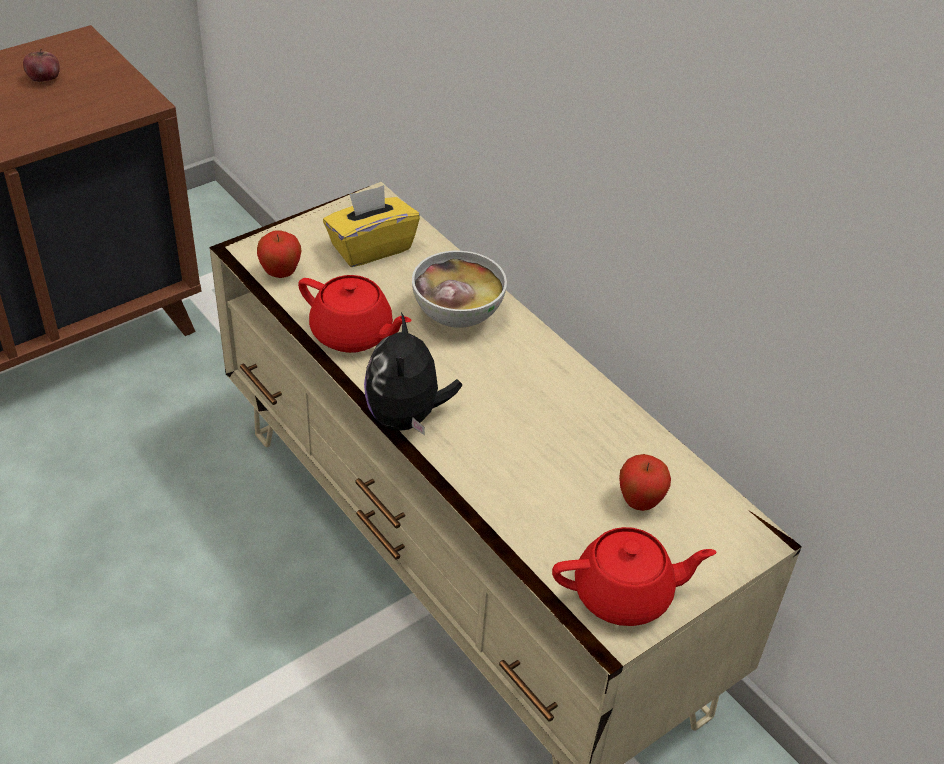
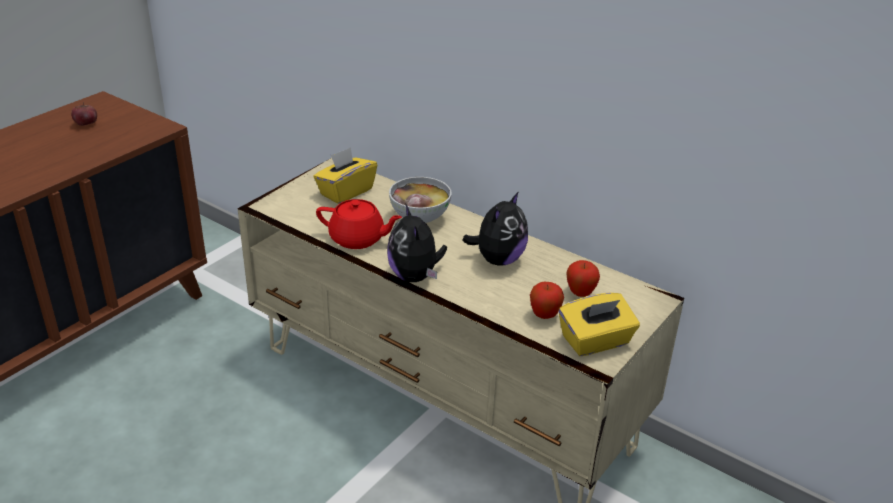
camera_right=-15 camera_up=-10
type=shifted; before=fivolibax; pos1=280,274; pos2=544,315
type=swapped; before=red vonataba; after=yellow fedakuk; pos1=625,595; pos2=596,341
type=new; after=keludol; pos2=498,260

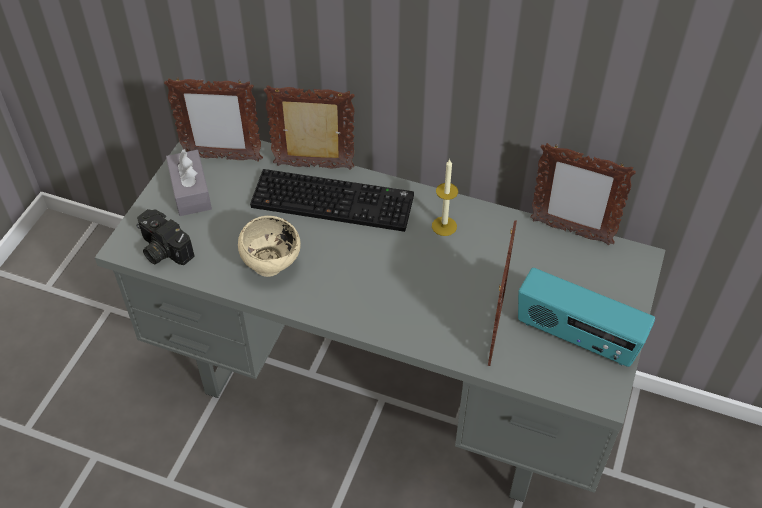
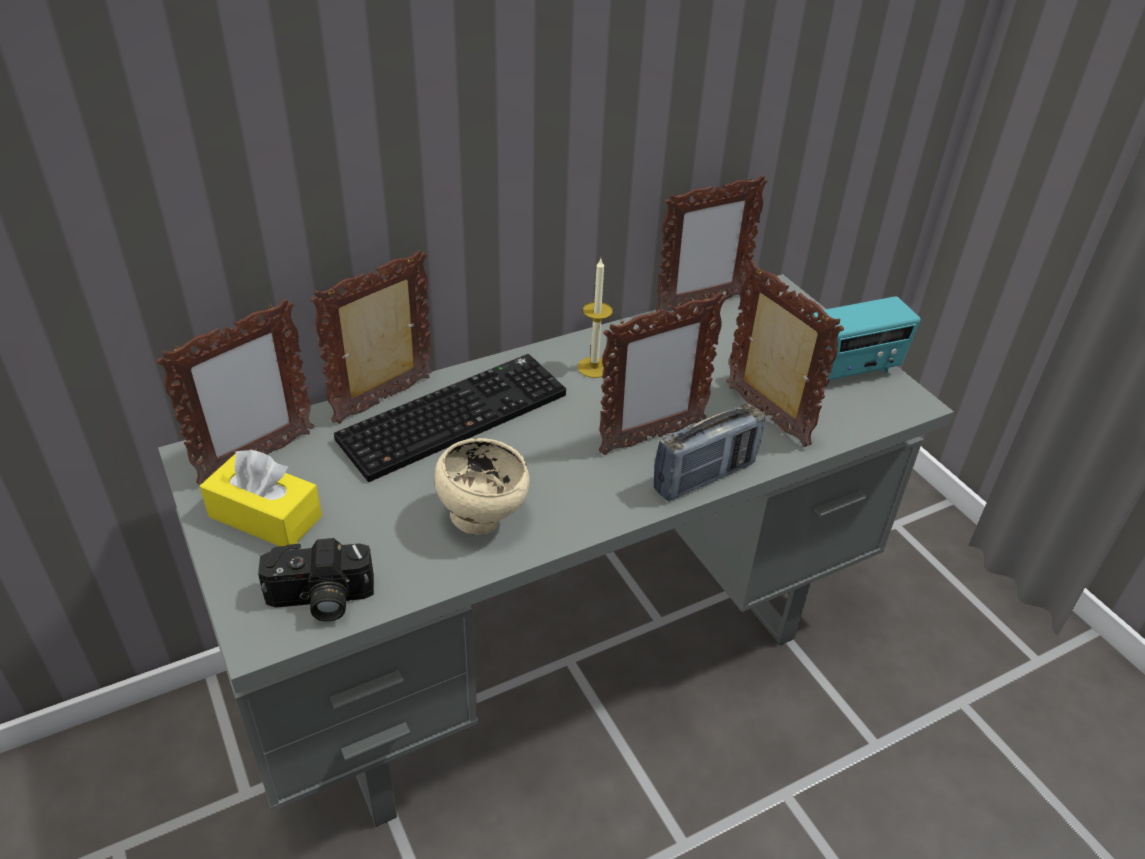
camera_right=-50 camera_up=-10
type=repainted; before=grey fedakuk; after=yellow fedakuk; pos1=190,191; pos2=265,516
type=new; after=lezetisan; pos2=651,438
type=new; after=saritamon; pos2=704,477

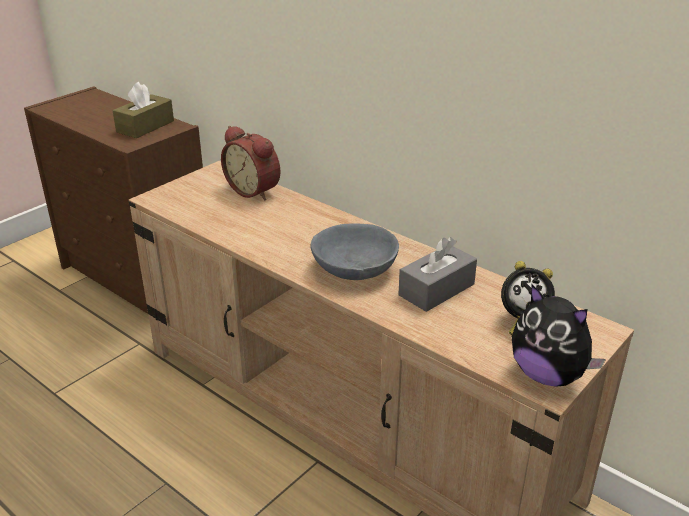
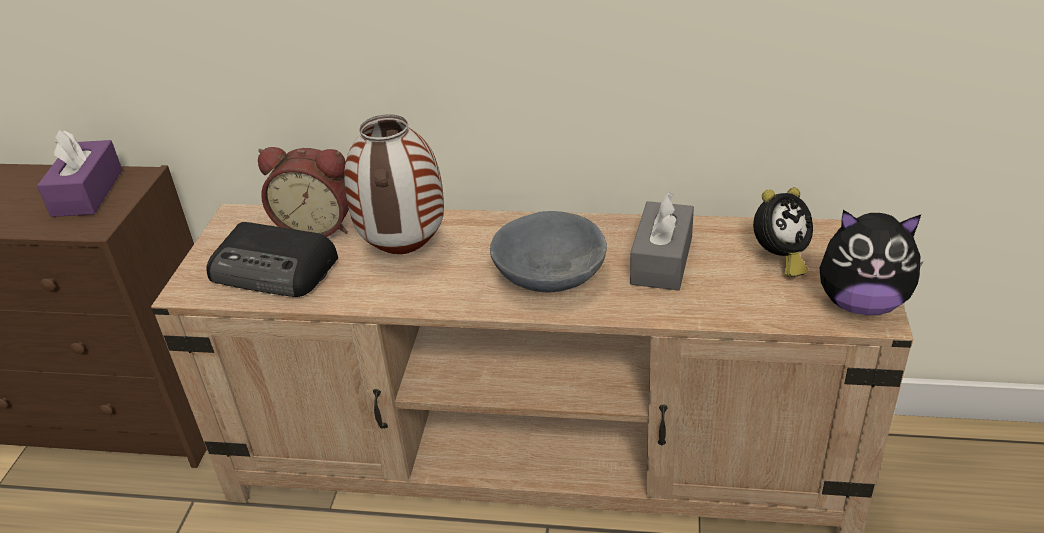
camera_right=-30 camera_up=5
type=repainted; before=brown fedakuk; after=purple fedakuk; pos1=145,126; pos2=87,193
type=new; after=saritamon; pos2=275,270
type=new; after=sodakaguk; pos2=405,252

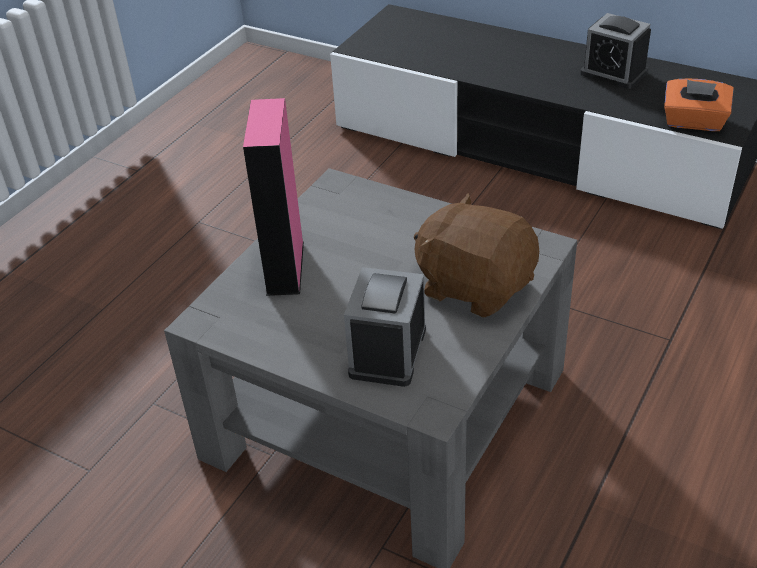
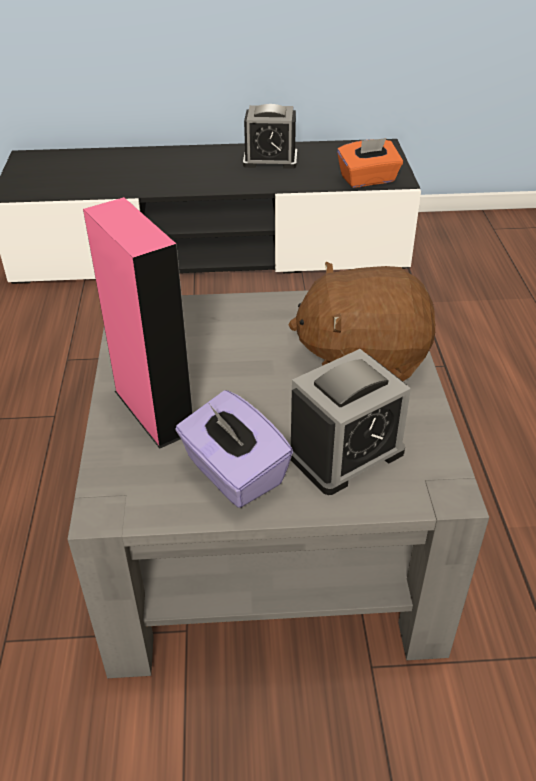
camera_right=-35 camera_up=0
type=rotated; before=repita; pos1=388,351; pos2=345,452; turn=-105
type=new; after=purple fedakuk; pos2=233,473

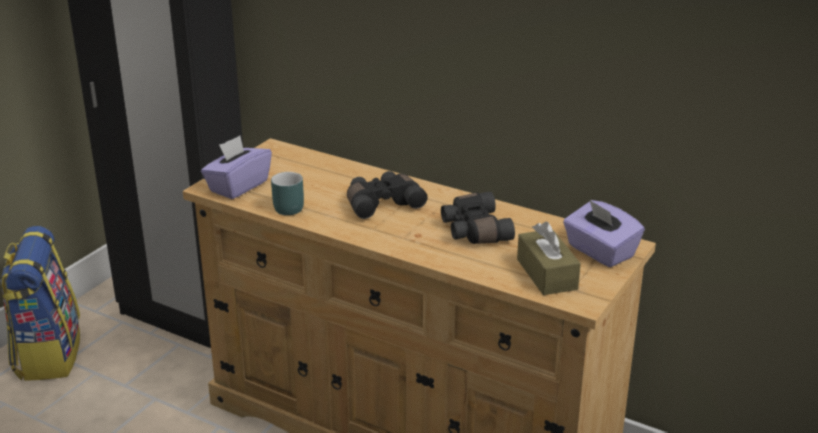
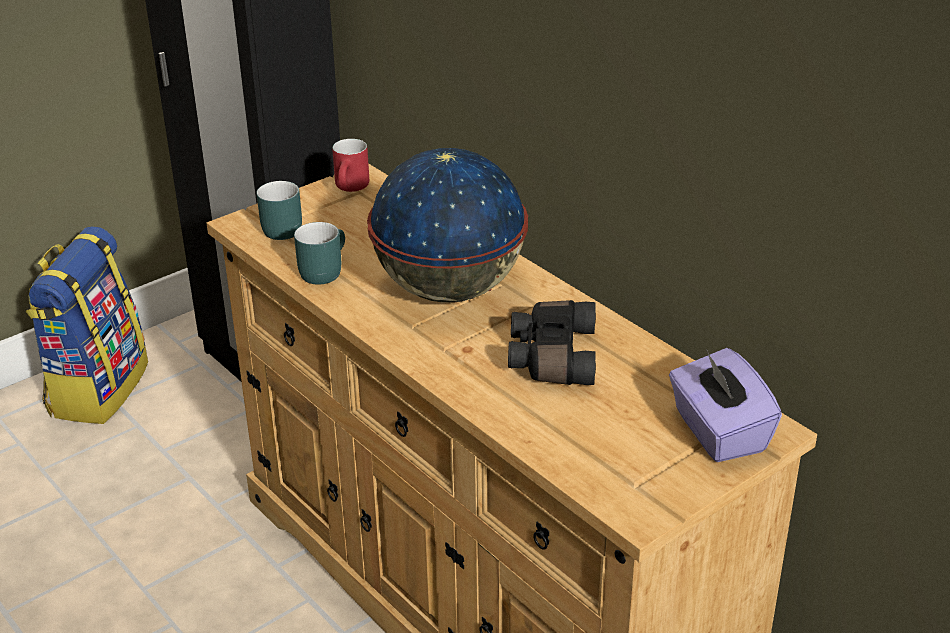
camera_right=20 camera_up=5
type=swapped; before=purple fedakuk; after=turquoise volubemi; pos1=238,186; pos2=278,228
type=swapped; before=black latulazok; after=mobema; pos1=382,203; pos2=450,289
type=gone; before=brown fedakuk; pos1=546,274
type=new; after=red volubemi; pos2=352,189

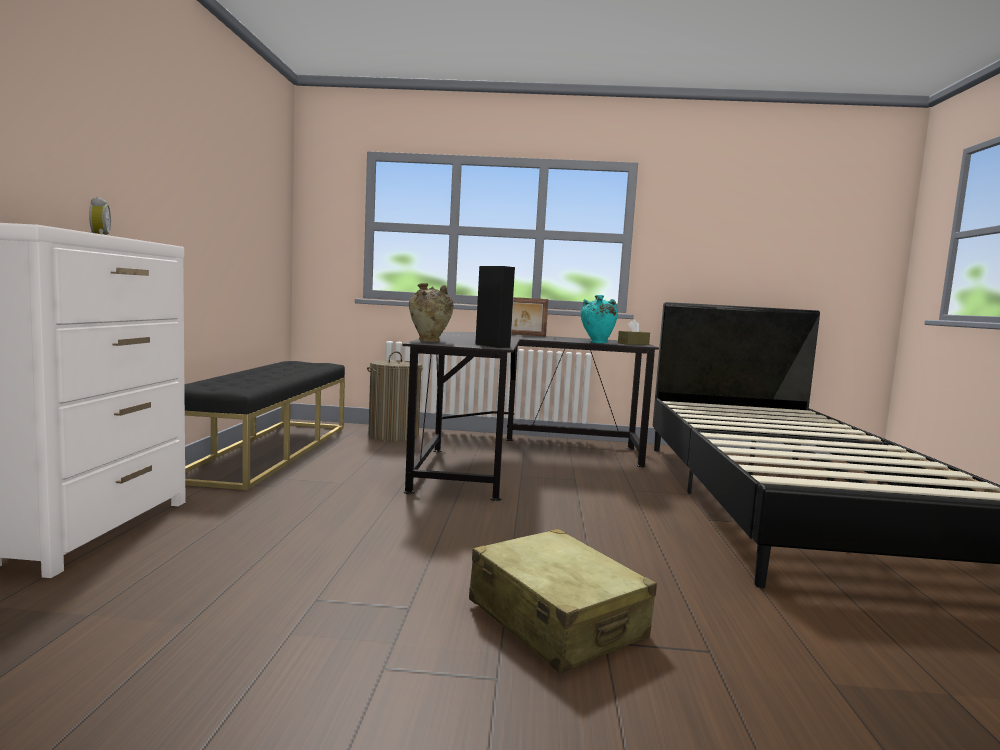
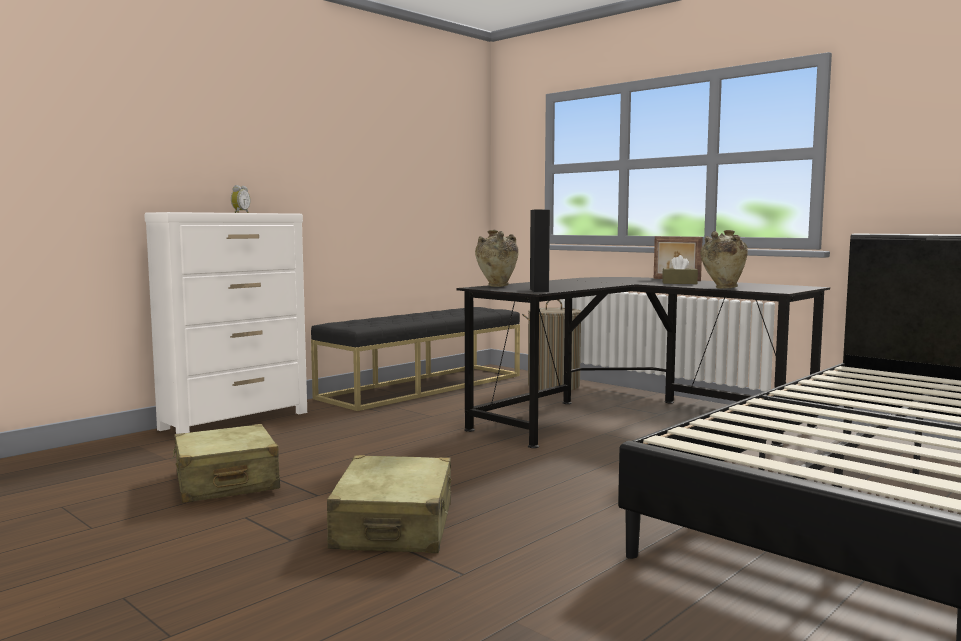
camera_right=40 camera_up=0
type=repainted; before=turquoise sodakaguk; after=beige sodakaguk; pos1=597,342; pos2=722,288
type=shifted; before=brown fedakuk; pos1=633,344; pos2=679,283
type=new; after=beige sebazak; pos2=226,483

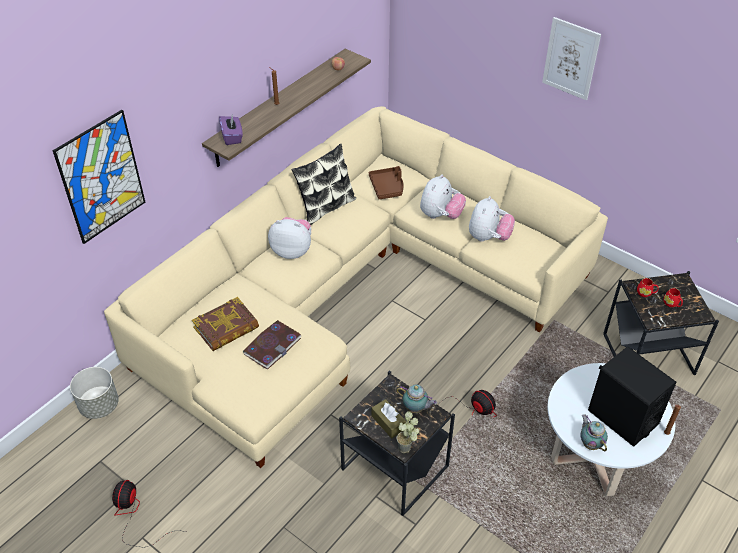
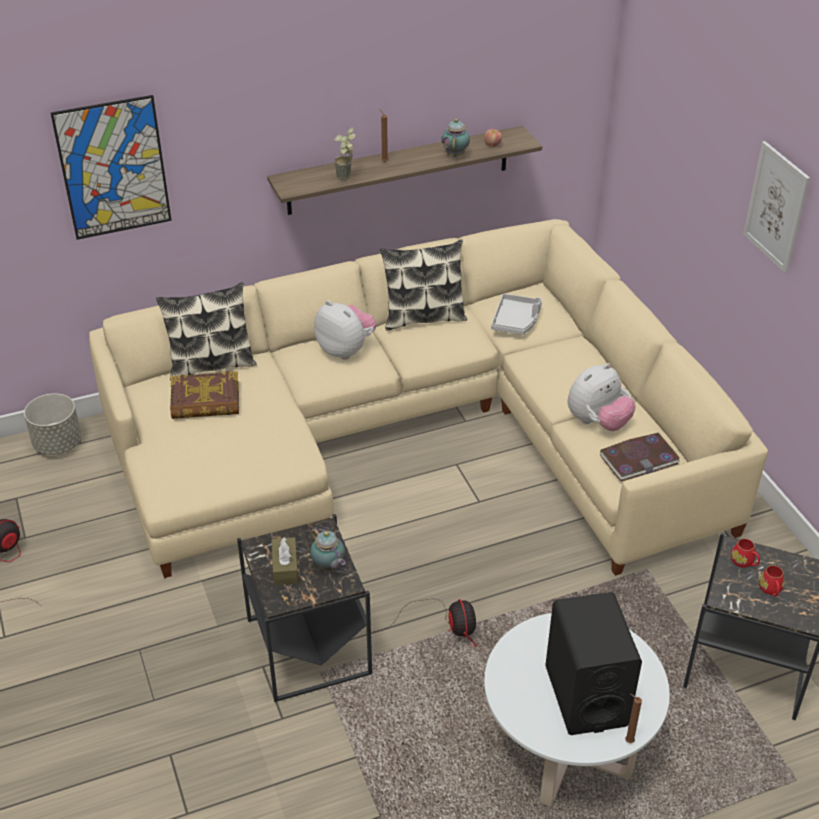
camera_right=30 camera_up=-5
type=gone; before=purple fedakuk; pos1=232,137
type=shifted; before=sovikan; pos1=272,346; pos2=639,459
type=repainted; before=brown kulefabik; after=grey kulefabik; pos1=387,187; pos2=516,321
type=shifted; before=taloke; pos1=408,449; pos2=346,179
type=gone; before=keludol; pos1=440,215
type=shifted; before=vonataba; pos1=590,443; pos2=455,154
type=new; after=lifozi; pos2=211,364

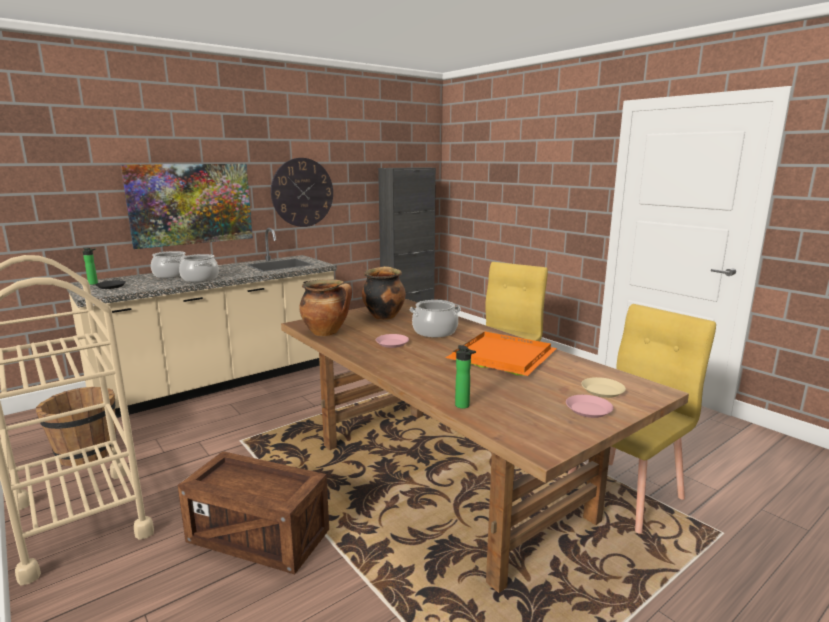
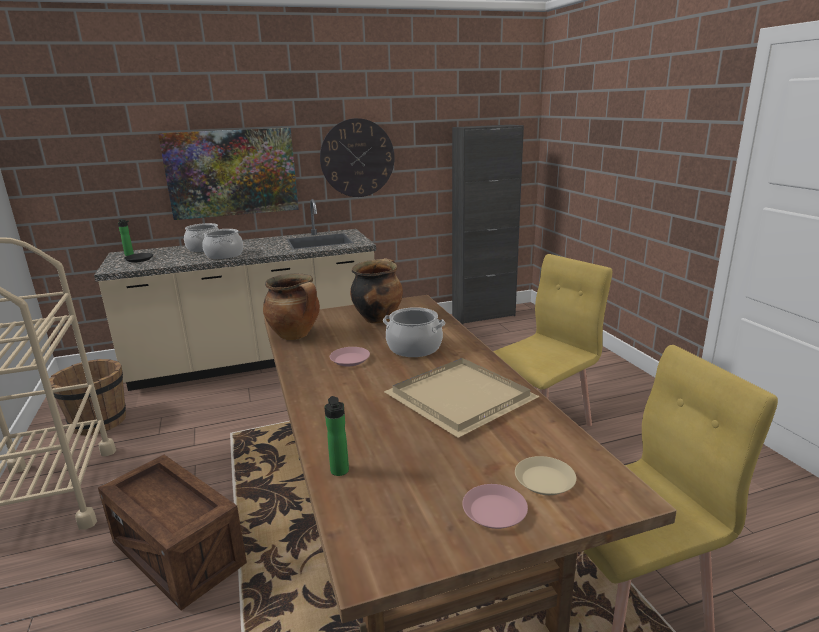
camera_right=20 camera_up=5
type=repainted; before=orange kulefabik; after=beige kulefabik; pos1=503,357; pos2=460,400

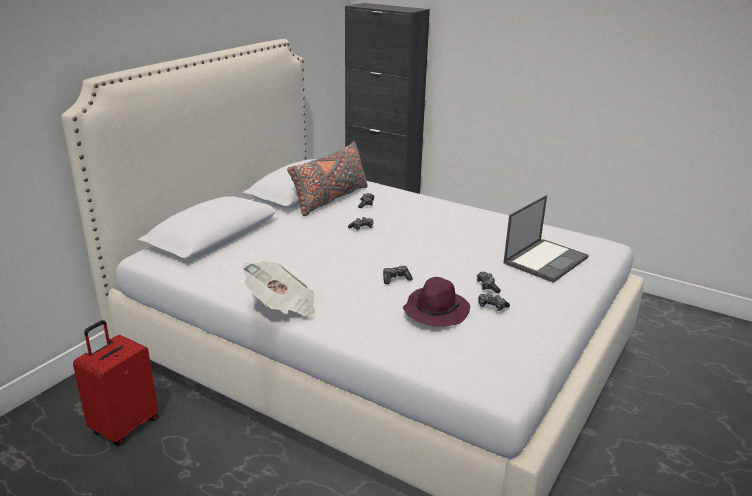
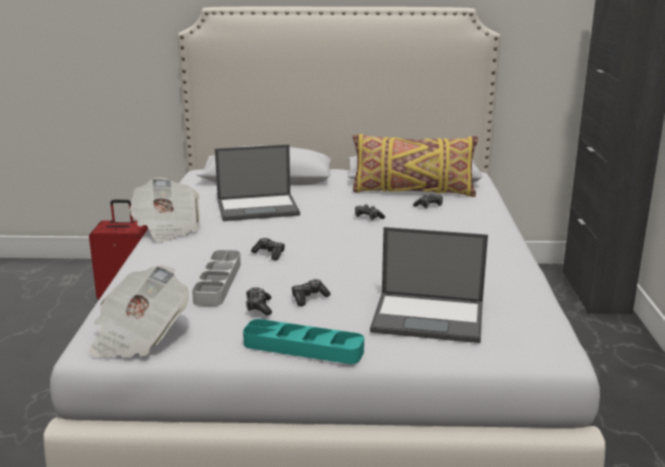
camera_right=60 camera_up=-5
type=repainted; before=grey lifozi; after=yellow lifozi; pos1=330,200; pos2=412,192
type=swapped; before=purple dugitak; after=grey kulefabik; pos1=435,310; pos2=218,282
type=new; after=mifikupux; pos2=138,337
type=new; after=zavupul; pos2=259,208
type=new; after=turquoise kulefabik; pos2=303,347

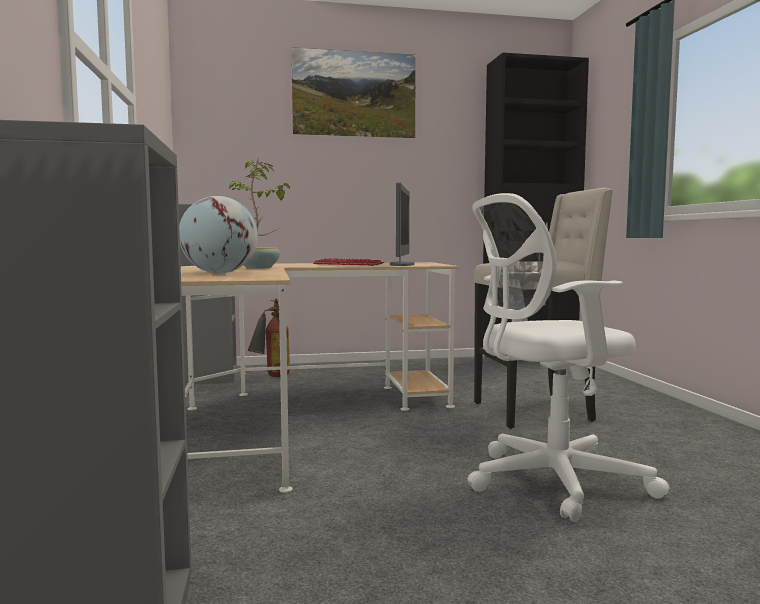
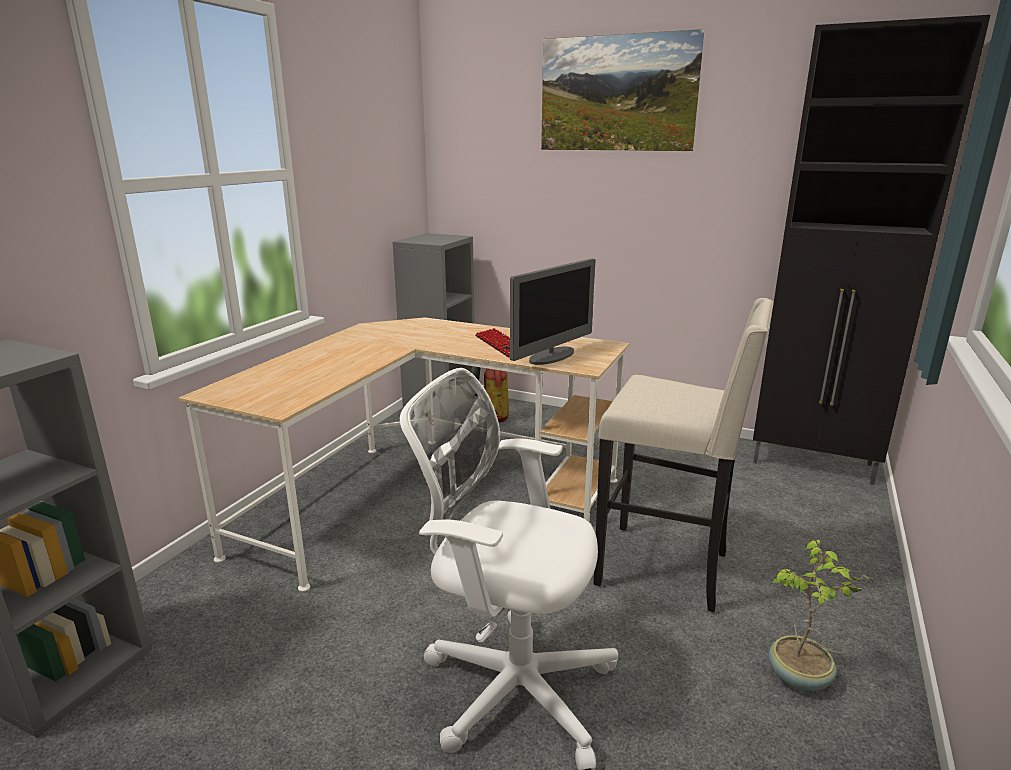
camera_right=35 camera_up=15
type=gone; before=mobema; pos1=219,273
type=shifted; before=taloke; pos1=259,268; pos2=800,679

